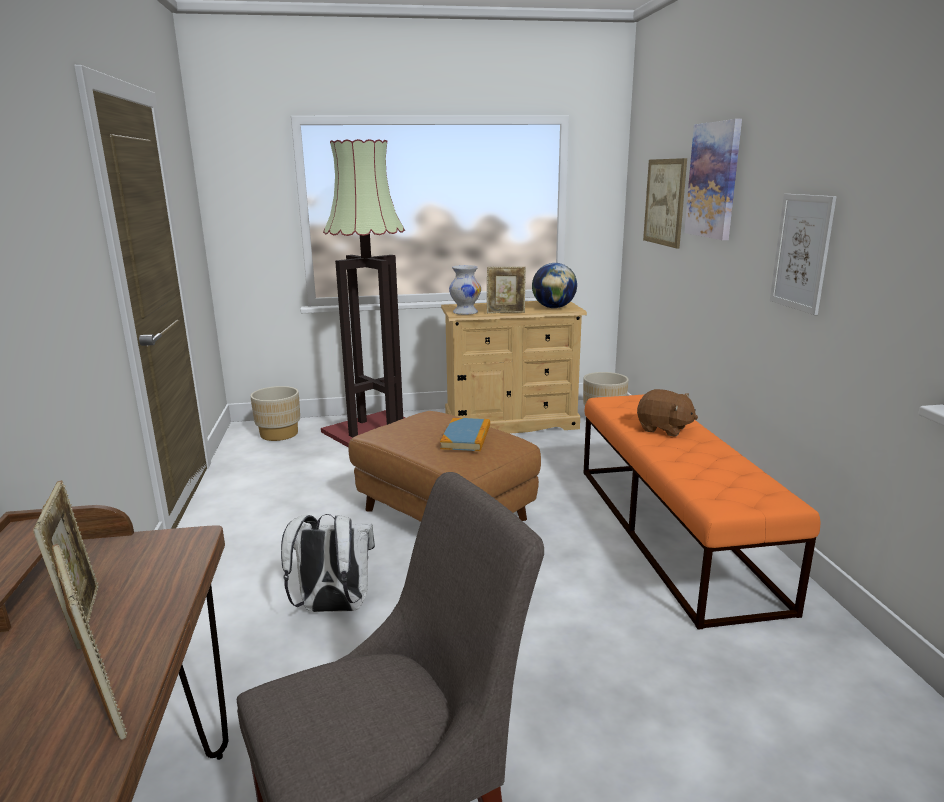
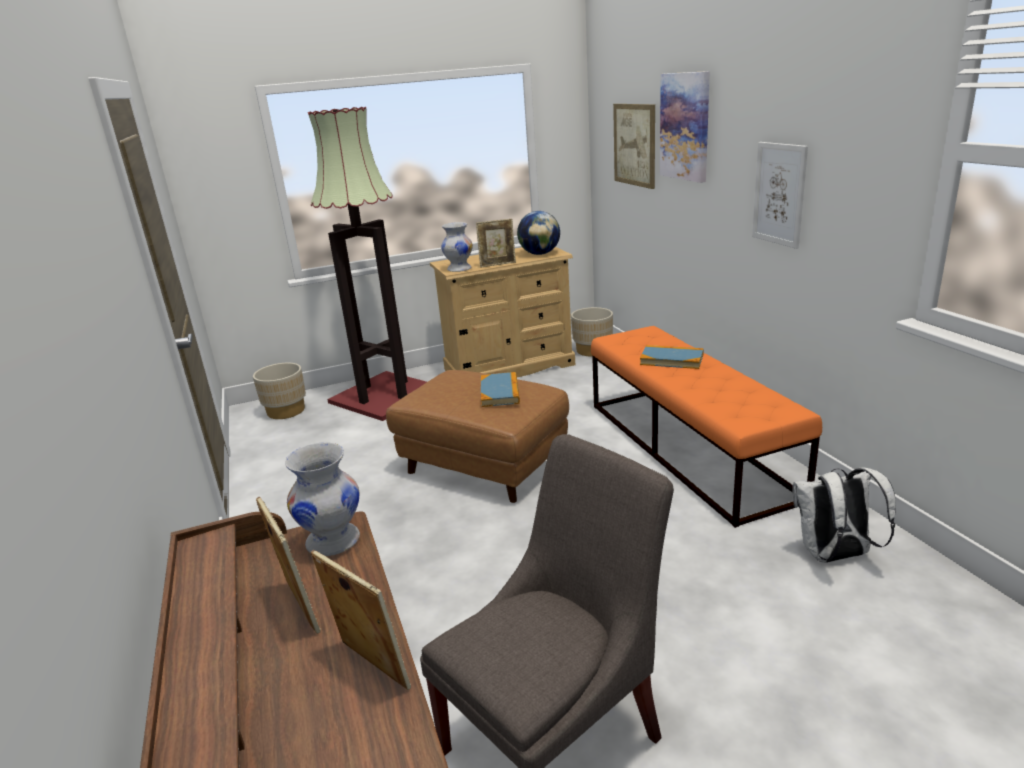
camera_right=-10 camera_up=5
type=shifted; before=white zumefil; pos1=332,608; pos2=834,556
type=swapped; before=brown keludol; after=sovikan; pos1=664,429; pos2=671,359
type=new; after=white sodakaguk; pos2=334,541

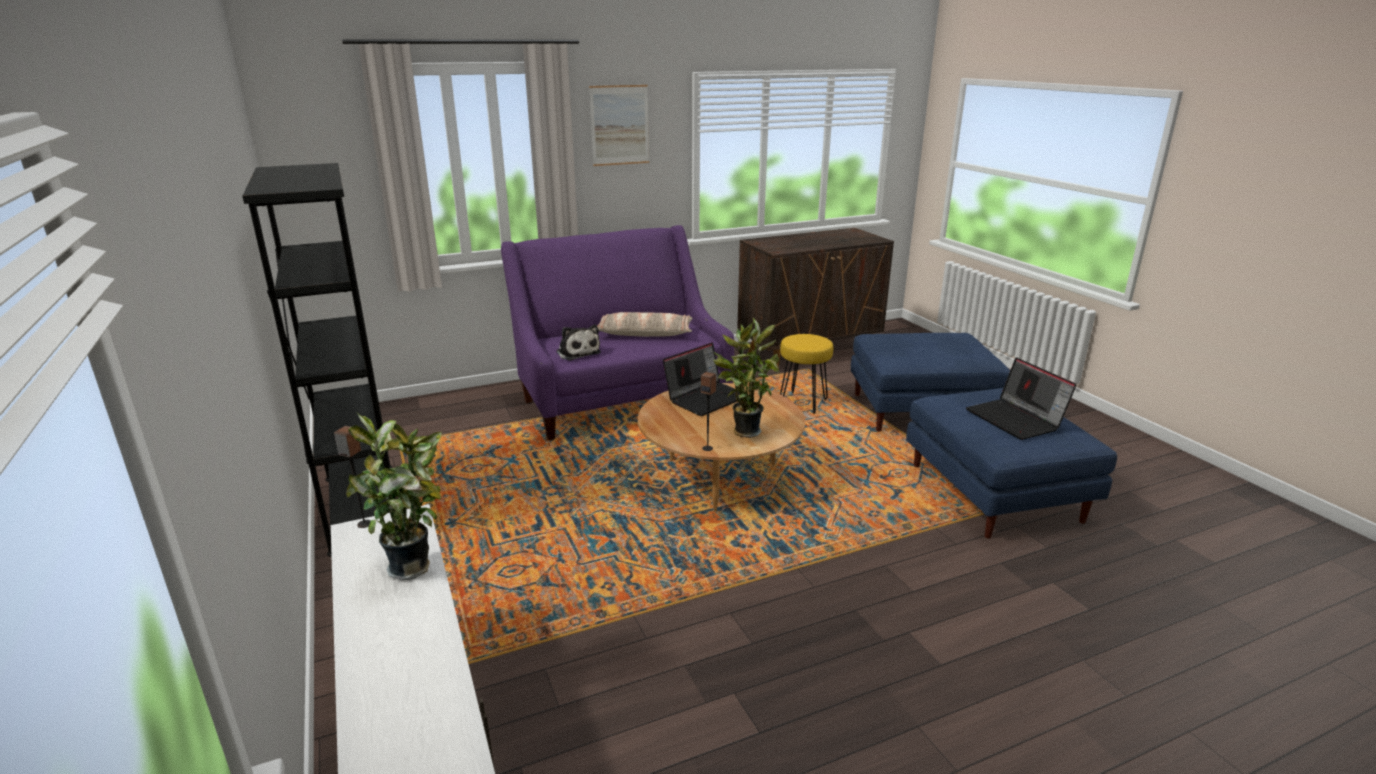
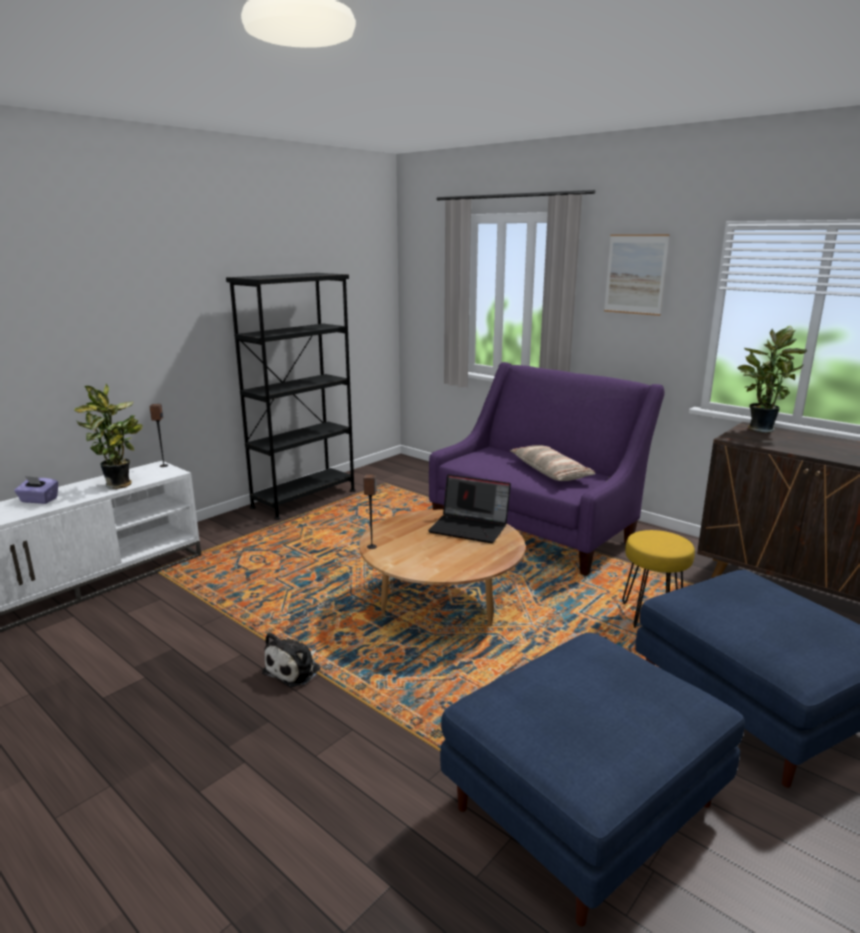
camera_right=65 camera_up=-5
type=shifted; before=keludol; pos1=577,352; pos2=295,669
type=shifted; before=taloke; pos1=744,431; pos2=759,429
type=gone; before=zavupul; pos1=1016,420
type=new; after=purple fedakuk; pos2=39,500

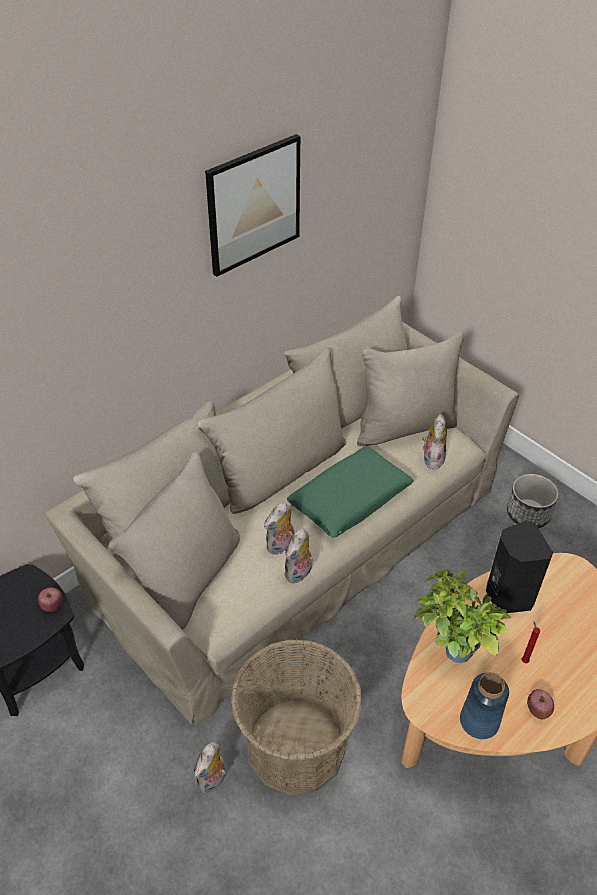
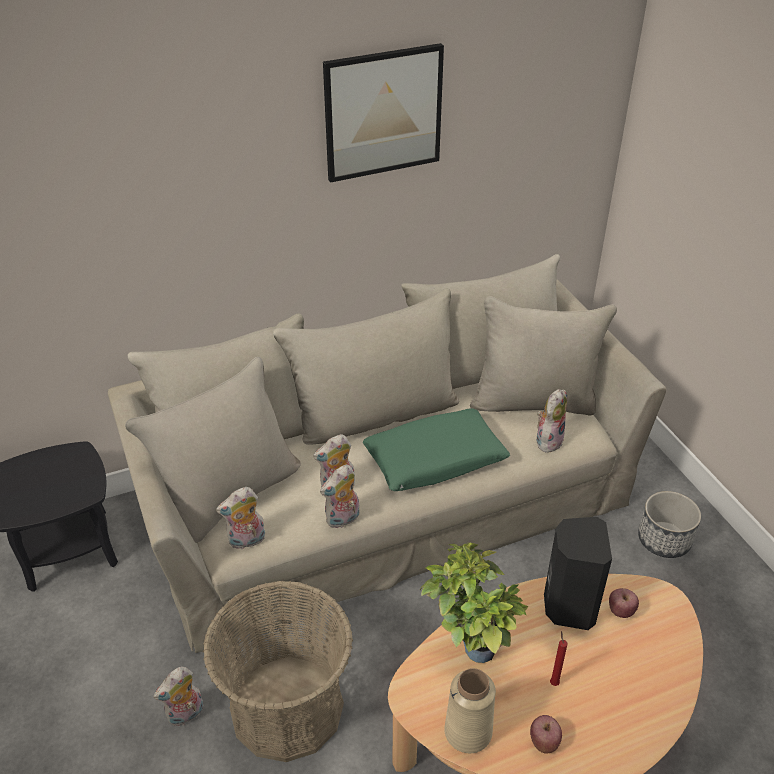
camera_right=20 camera_up=-5
type=shifted; before=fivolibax; pos1=52,606; pos2=621,611
type=repainted; before=blue sodakaguk; after=beige sodakaguk; pos1=479,721; pos2=468,732
type=new; after=keludol; pos2=246,541

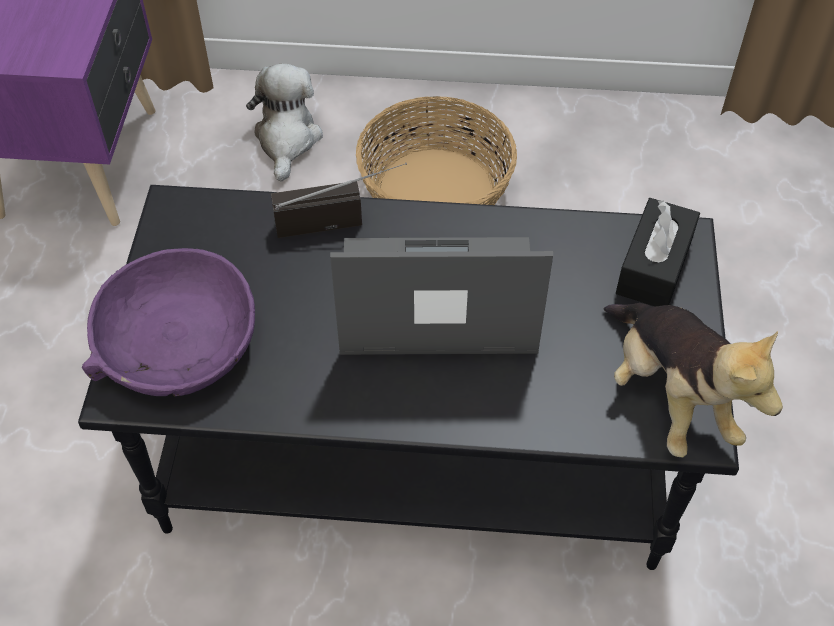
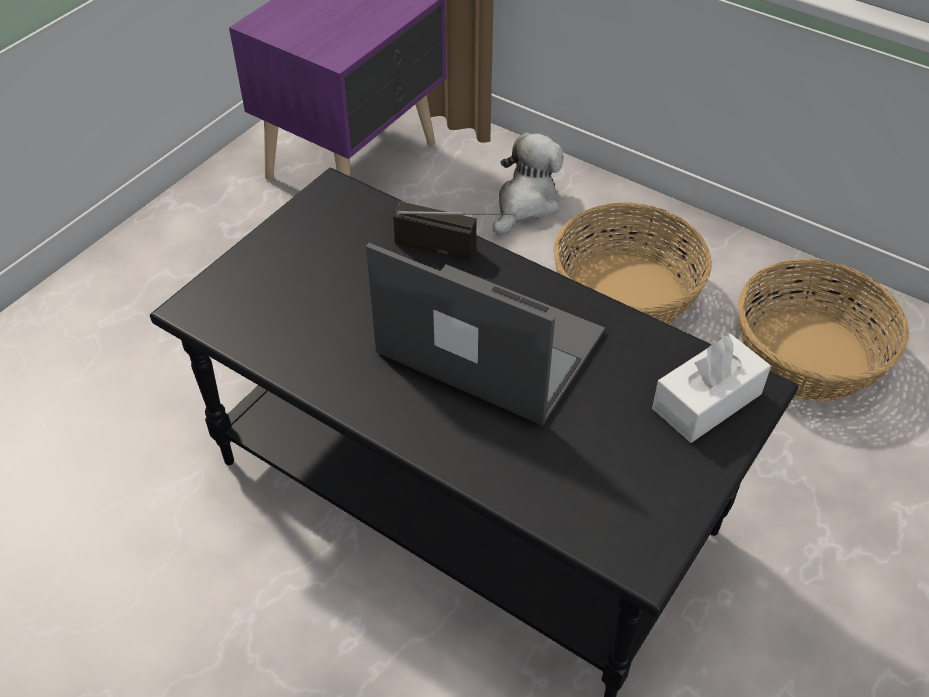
camera_right=30 camera_up=-5
type=gone; before=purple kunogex; pos1=177,342
type=gone; before=keludol; pos1=669,397
type=repainted; before=black fedakuk; after=white fedakuk; pos1=654,266; pos2=707,401
type=new; after=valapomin; pos2=809,355

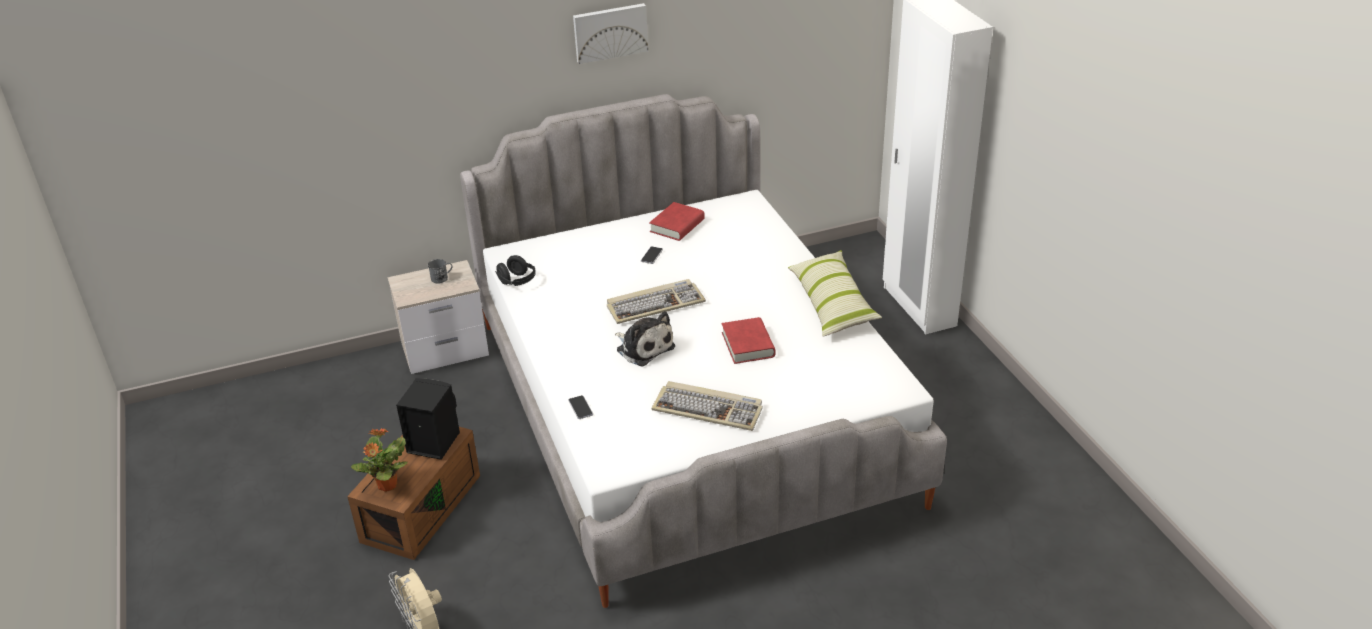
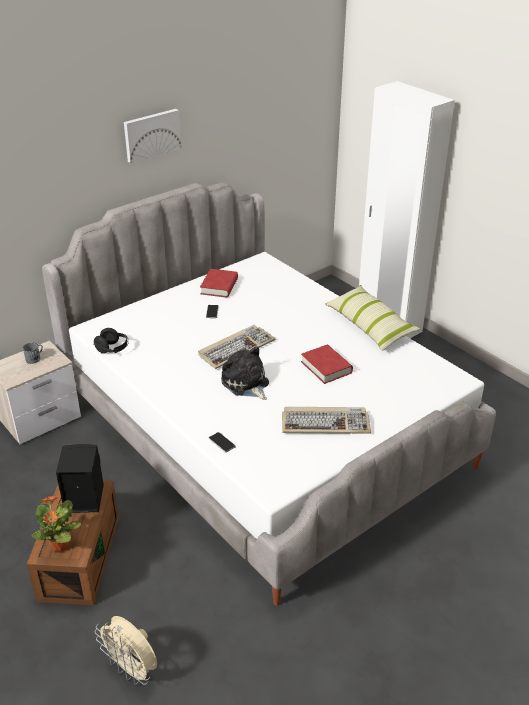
camera_right=-20 camera_up=0
type=rotated; before=keludol; pos1=643,347; pos2=246,384; turn=-150

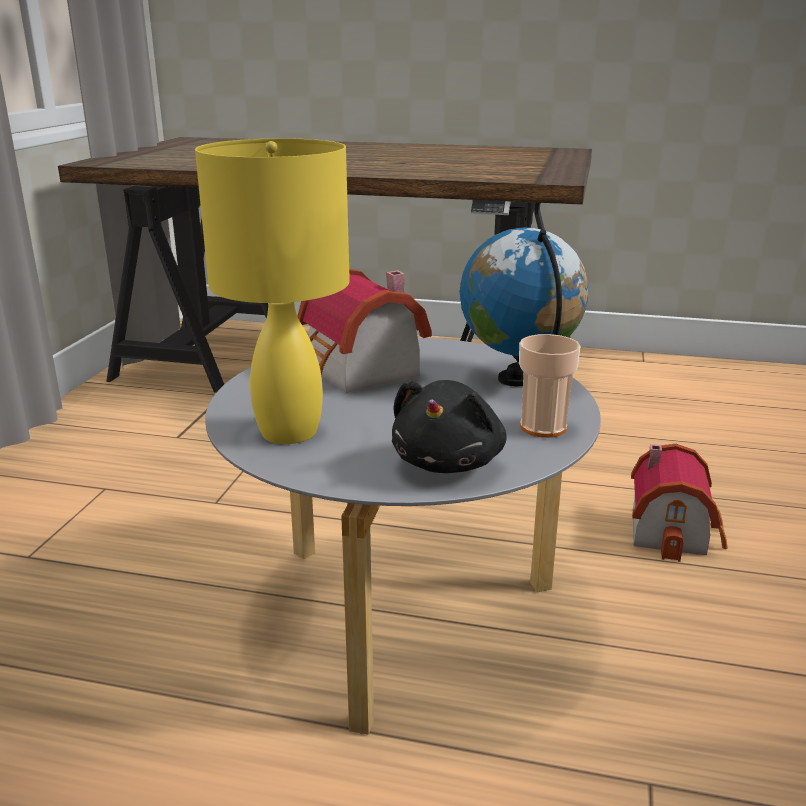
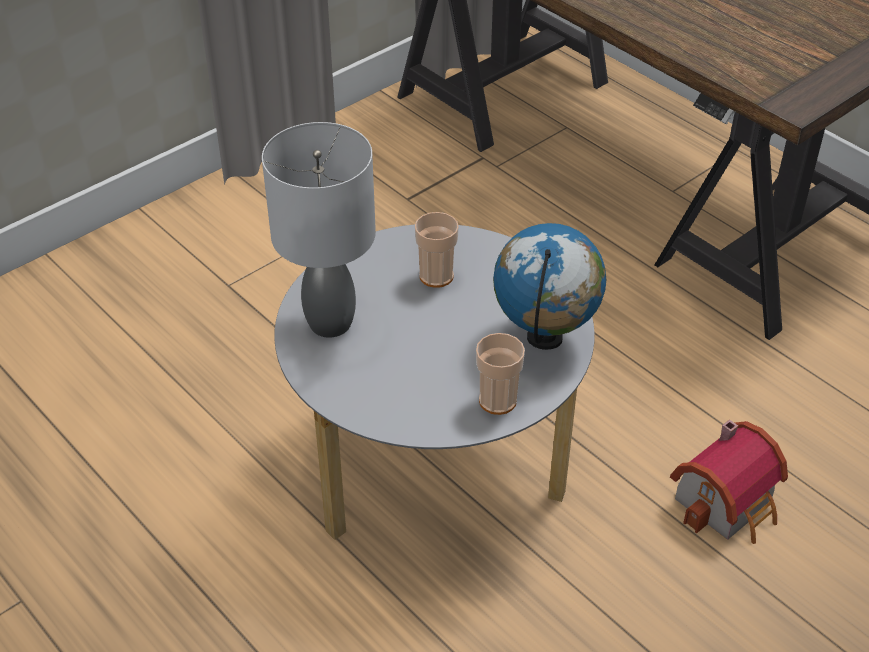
camera_right=35 camera_up=20
type=repainted; before=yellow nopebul; after=grey nopebul; pos1=287,432; pos2=328,323
type=swapped; before=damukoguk; after=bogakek; pos1=358,373; pos2=436,276
type=gone; before=black keludol; pos1=449,462

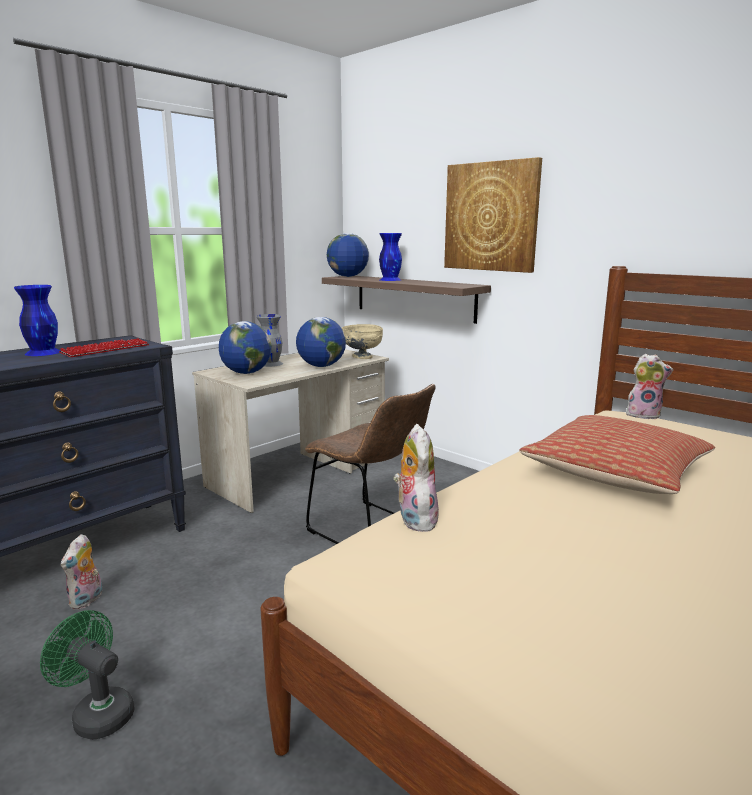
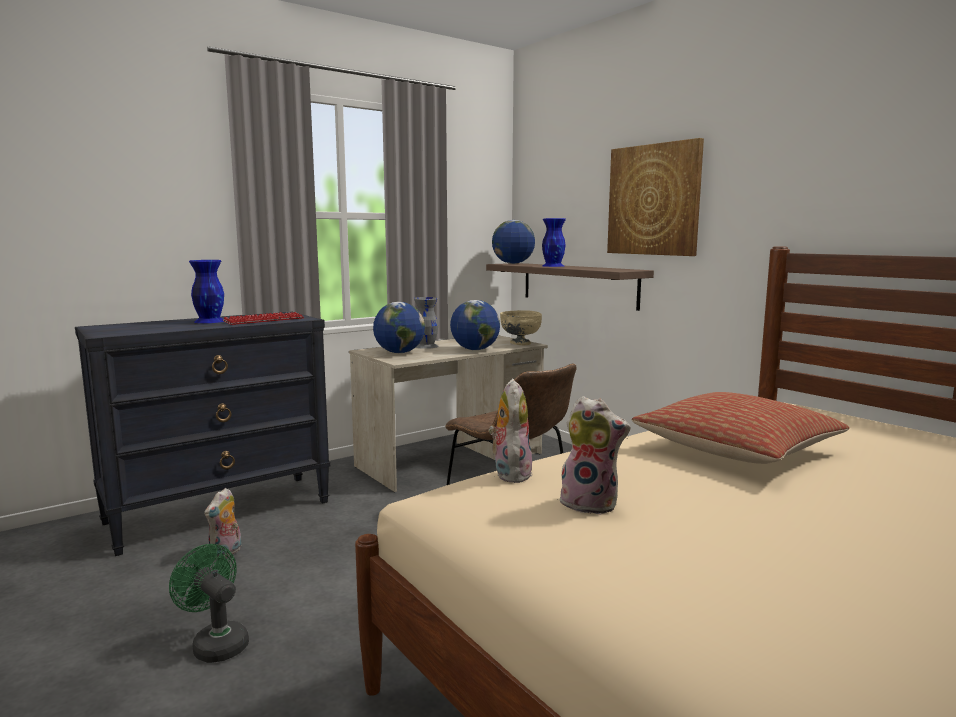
camera_right=10 camera_up=-5
type=shifted; before=keludol; pos1=644,415; pos2=591,504

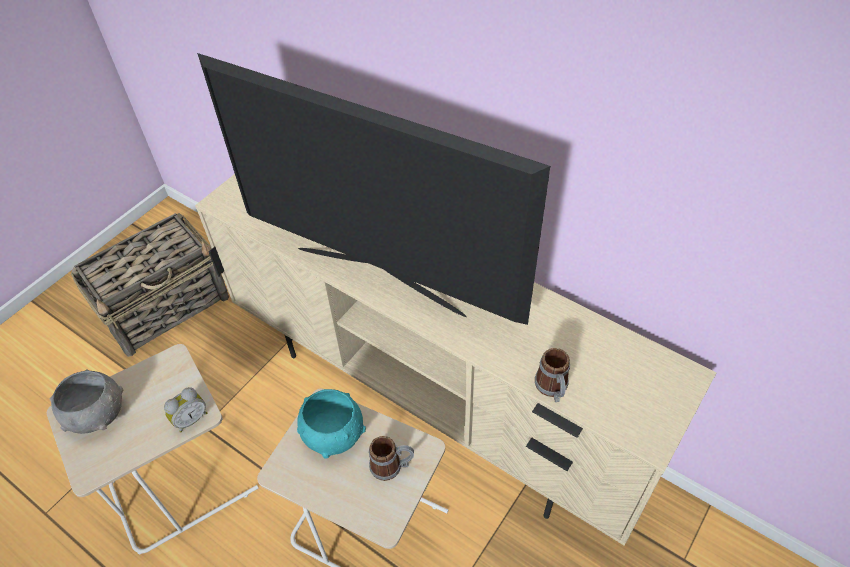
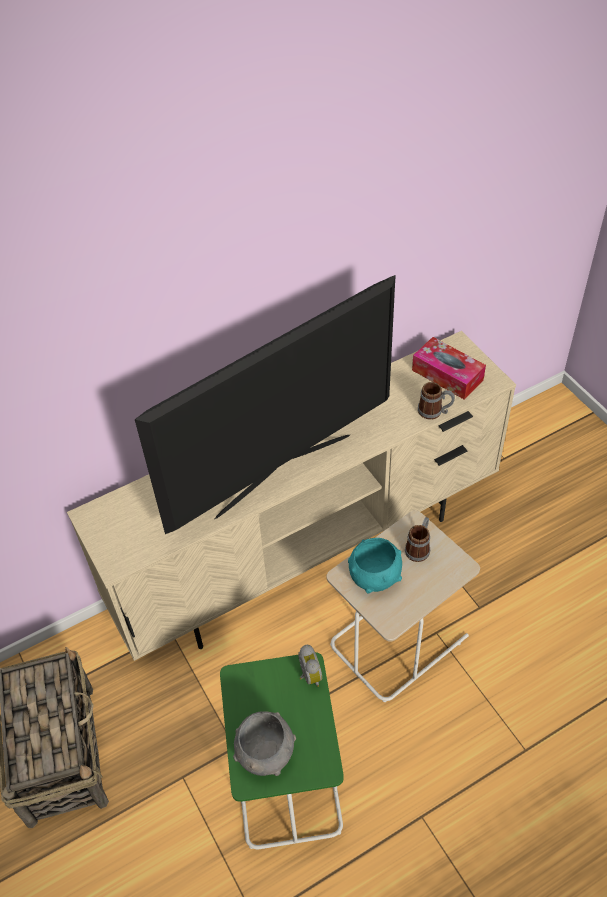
camera_right=-65 camera_up=0
type=repainted; before=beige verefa; after=green verefa; pos1=183,481; pos2=285,778
type=new; after=fedakuk; pos2=447,375

